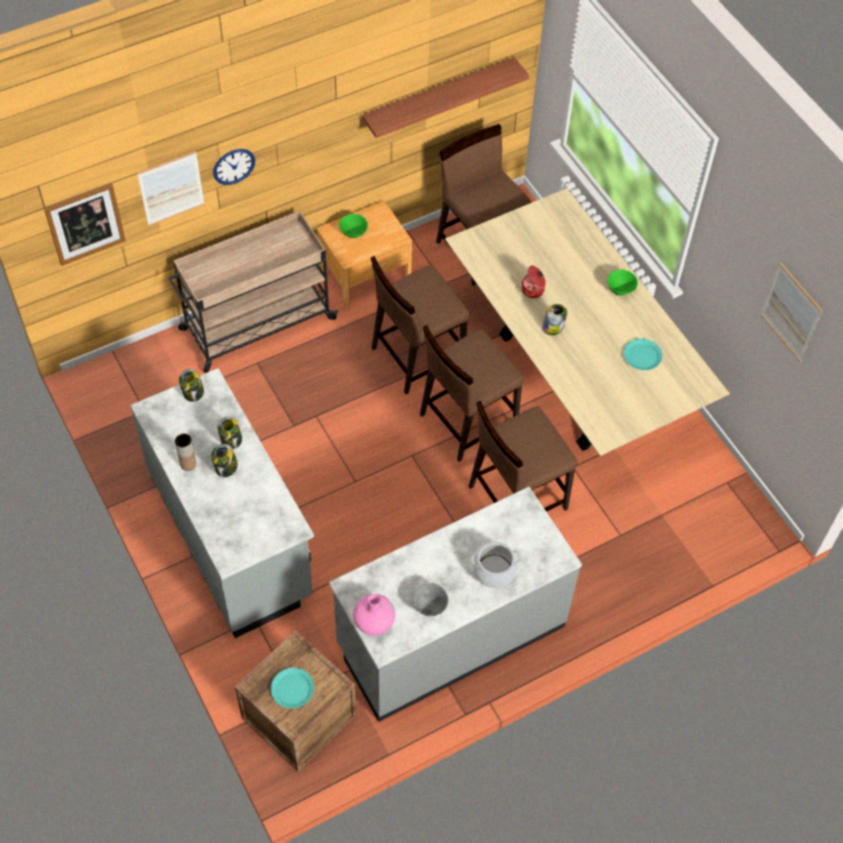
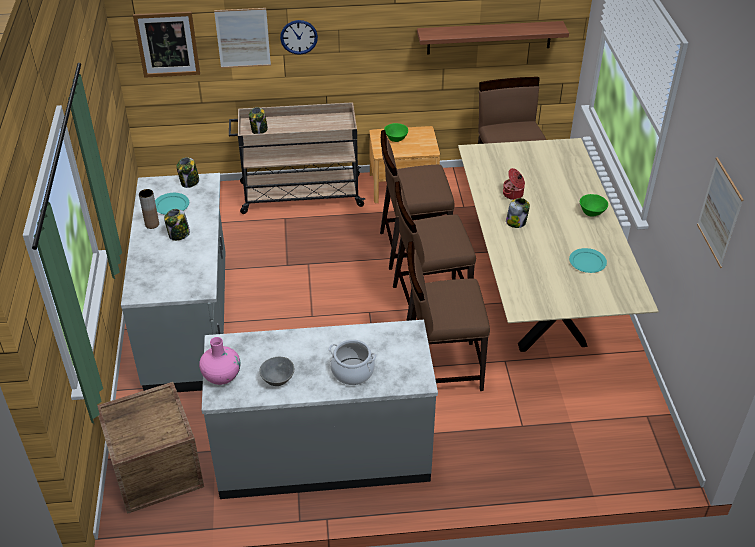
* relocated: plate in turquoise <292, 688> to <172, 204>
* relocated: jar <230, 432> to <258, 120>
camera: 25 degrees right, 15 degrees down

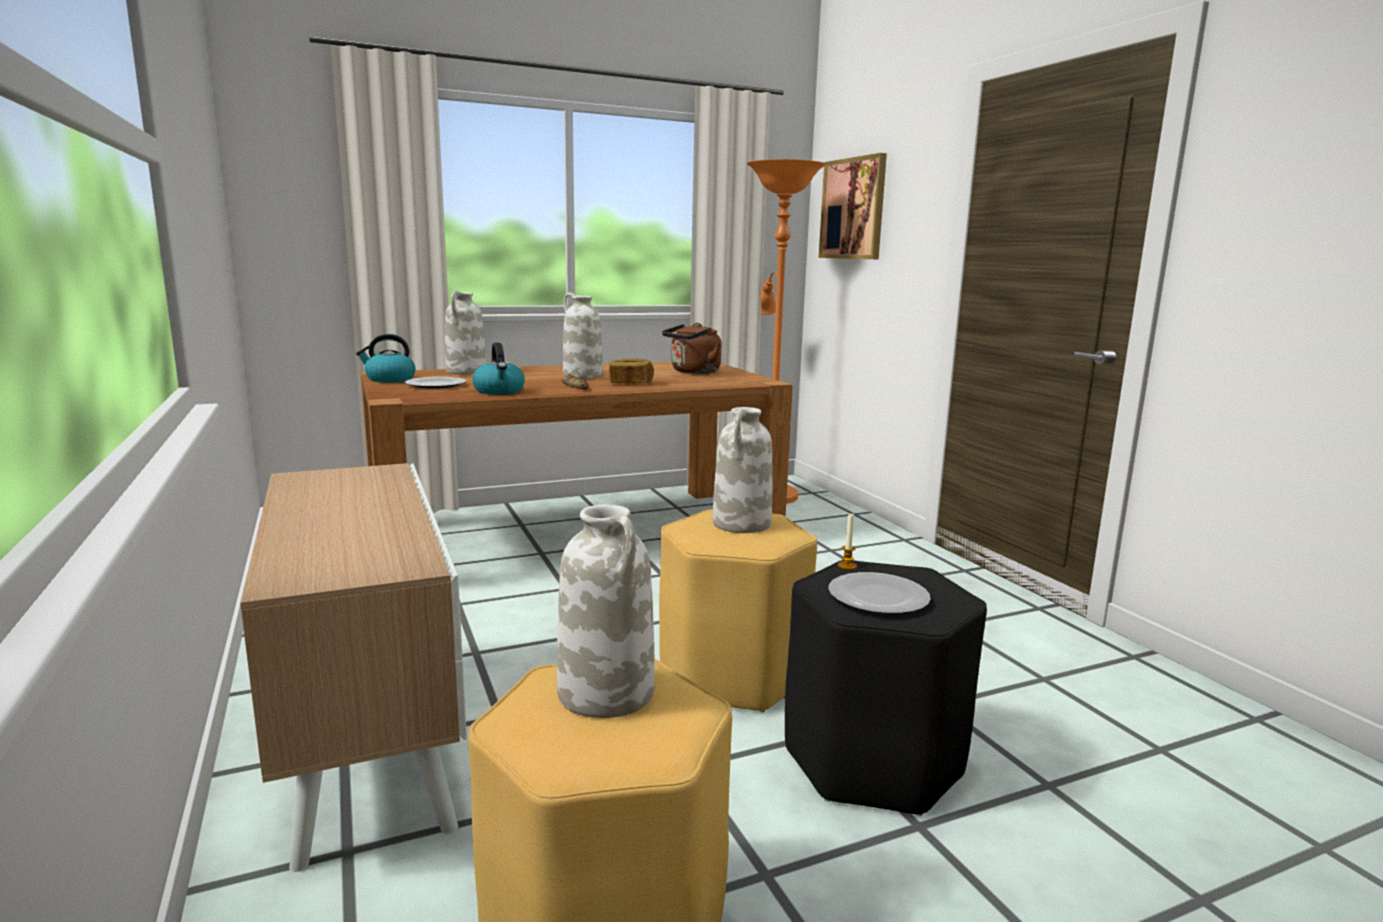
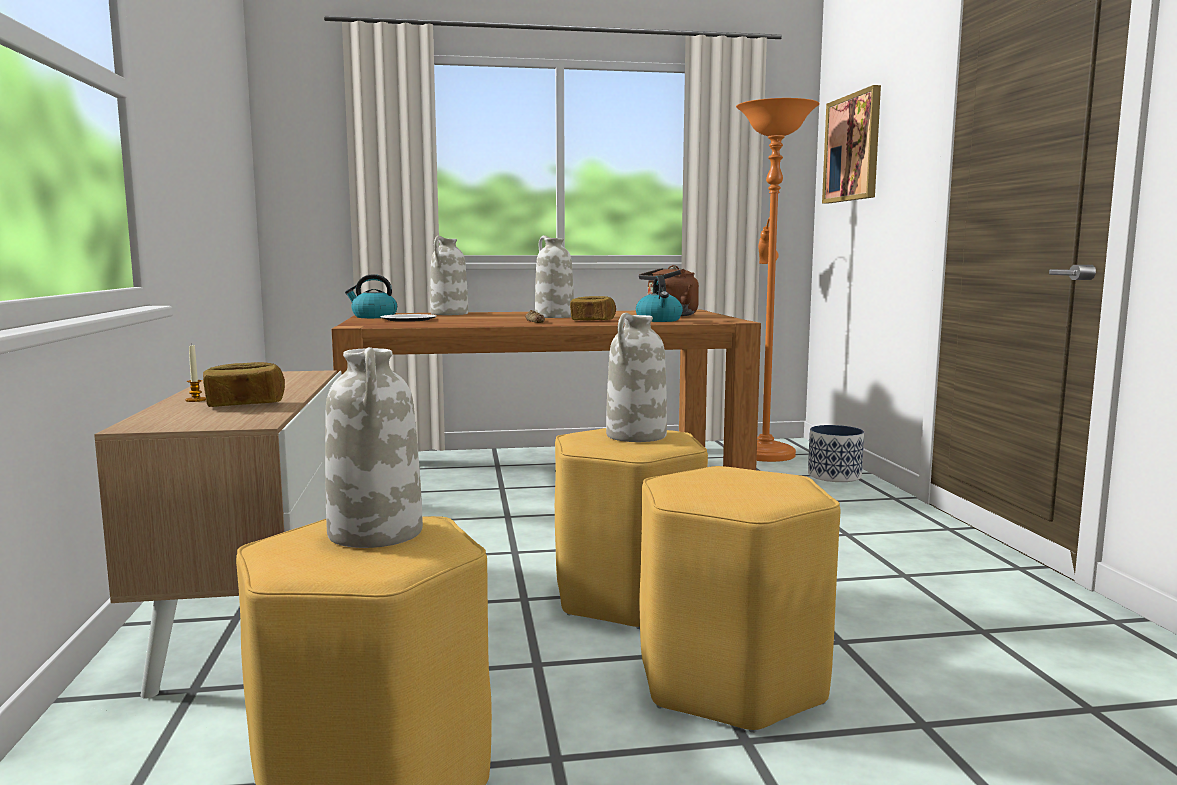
* relocated: candle <847, 542> to <195, 372>
* appeared: bread <244, 384>
* relocated: kettle <498, 369> to <659, 299>
* colour: stool in black <886, 688> to stool in yellow <740, 599>
* appeared: planter <836, 453>
* missing: plate <879, 593>
camera: 15 degrees right, 5 degrees down

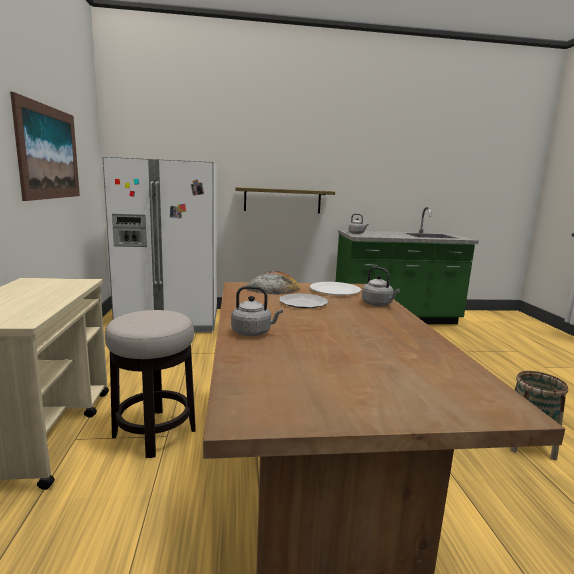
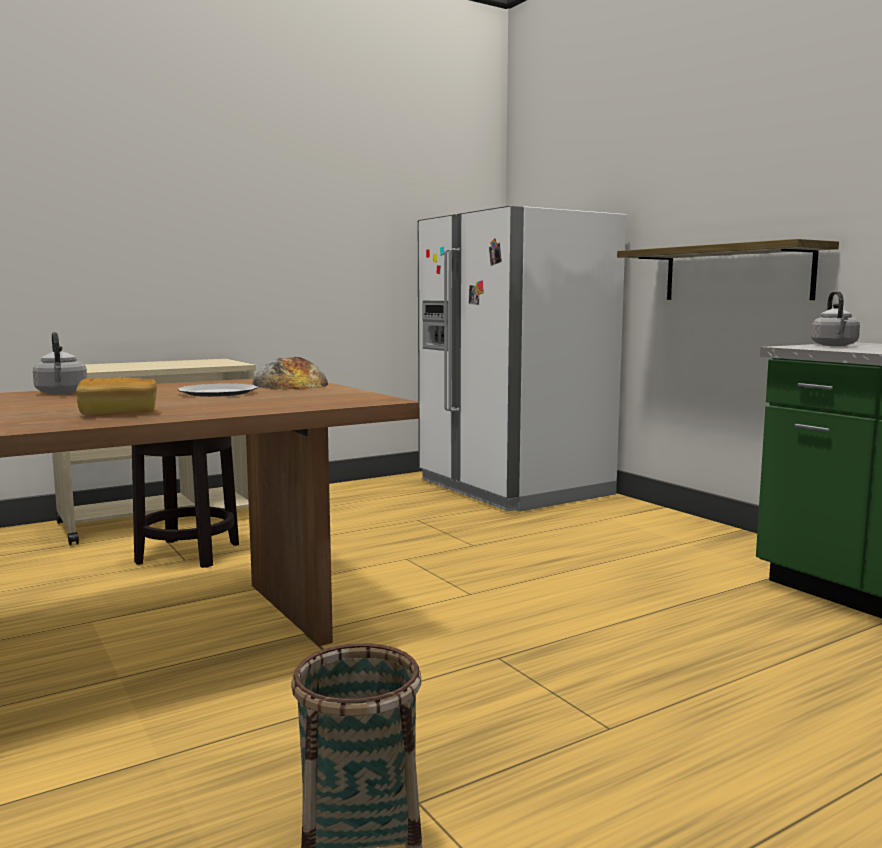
* appeared: bread <116, 396>
* missing: picture <45, 146>
* missing: plate in white <335, 288>
* missing: kettle in grey <381, 286>
camera: 65 degrees right, 5 degrees down

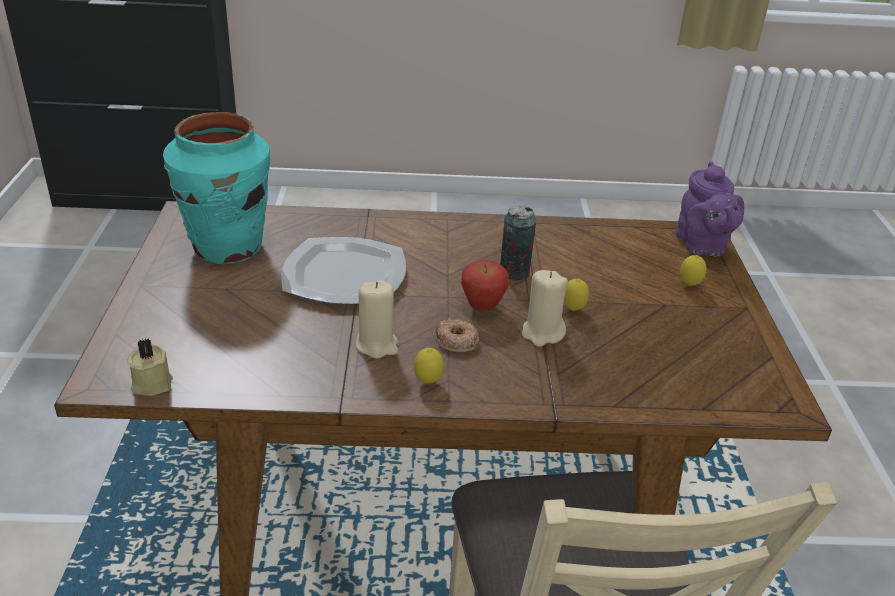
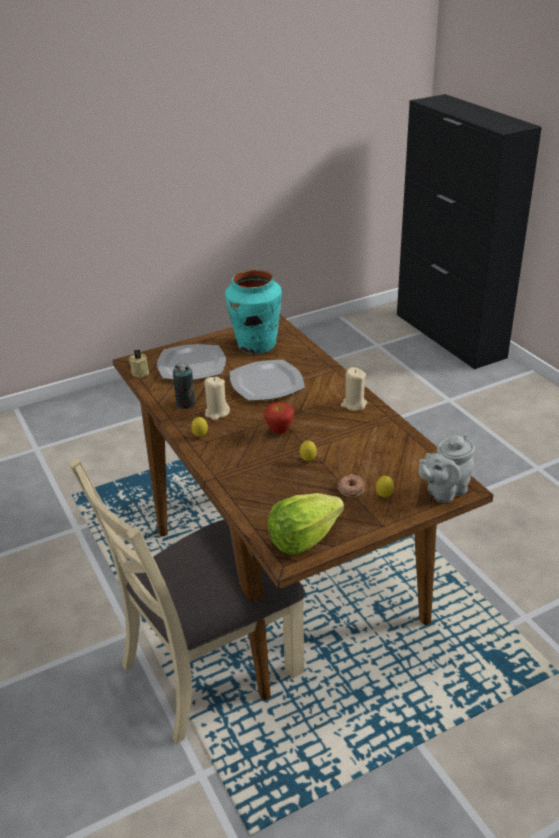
* appeared: plate <191, 362>
* relocated: can <518, 243> to <184, 386>
* appeared: lettuce <306, 524>
* relocated: donut <457, 335> to <351, 486>
* relocated: candle in beige <545, 308> to <354, 389>
* colour: teapot in purple <710, 209> to teapot in grey <447, 468>
camera: 65 degrees right, 0 degrees up

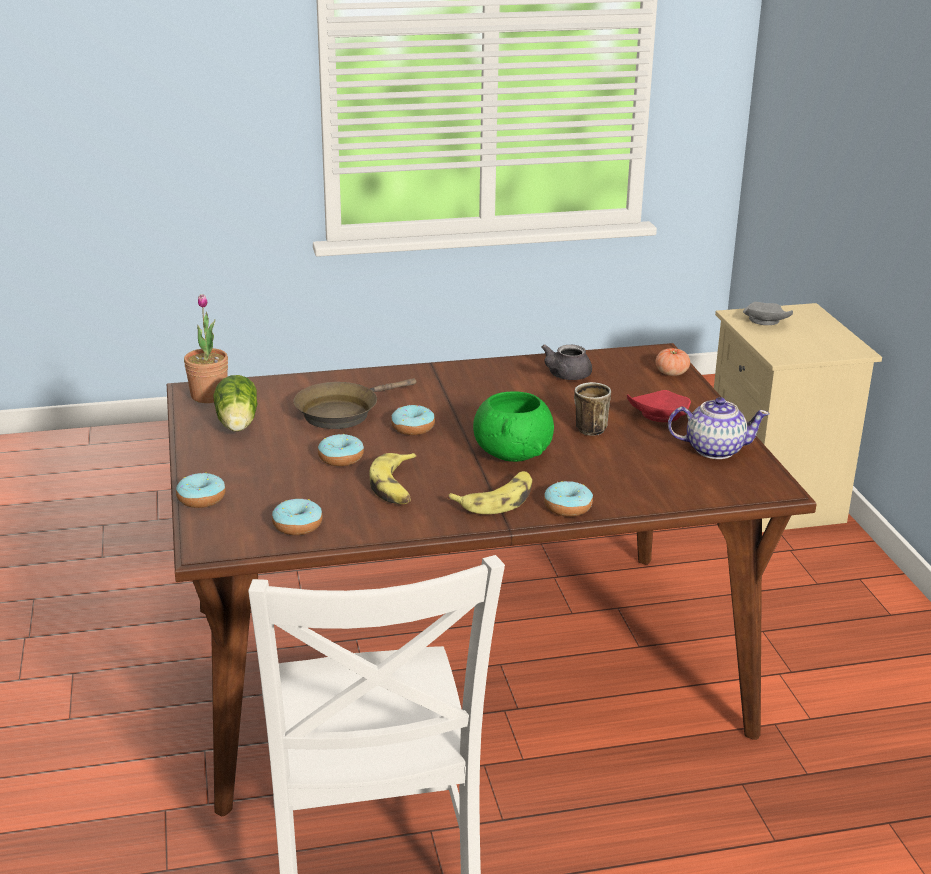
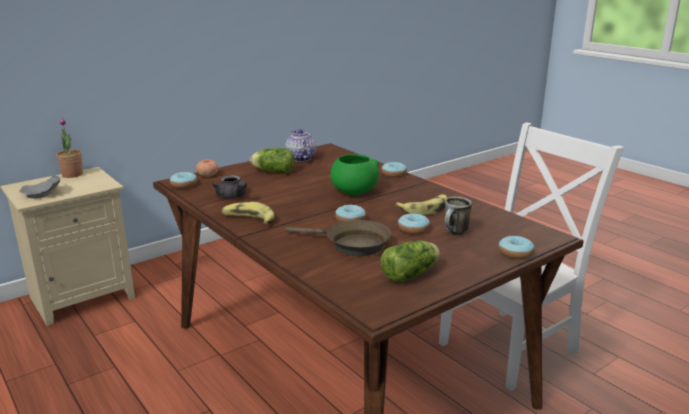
* relocated: potted plant <206, 348> to <69, 148>
* relocated: donut <297, 517> to <183, 180>
* spun: teapot in grey <566, 362> = <229, 187> 45 degrees clockwise
* relocated: banana <490, 492> to <248, 213>
* exchanged: plate in red <659, 406> to lettuce <272, 160>
* relocated: mug <592, 409> to <458, 216>
camera: 115 degrees left, 5 degrees down

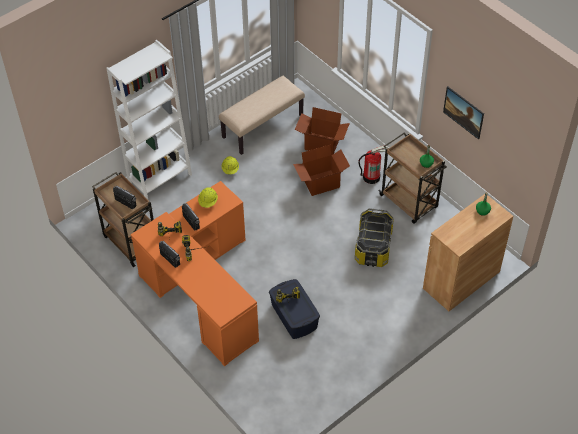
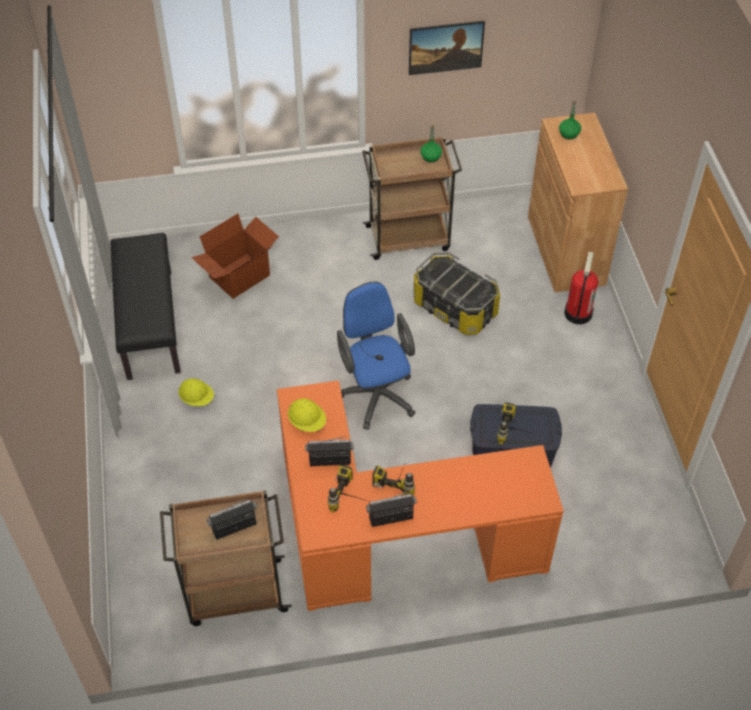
* colour: bench in beige <262, 115> to bench in black <145, 306>
* appeared: office chair in blue <376, 356>
* relocated: fire extinguisher <372, 165> to <581, 288>
* missing: bookcase in white <149, 119>
* missing: cardboard box <321, 170>
camera: 60 degrees left, 0 degrees up

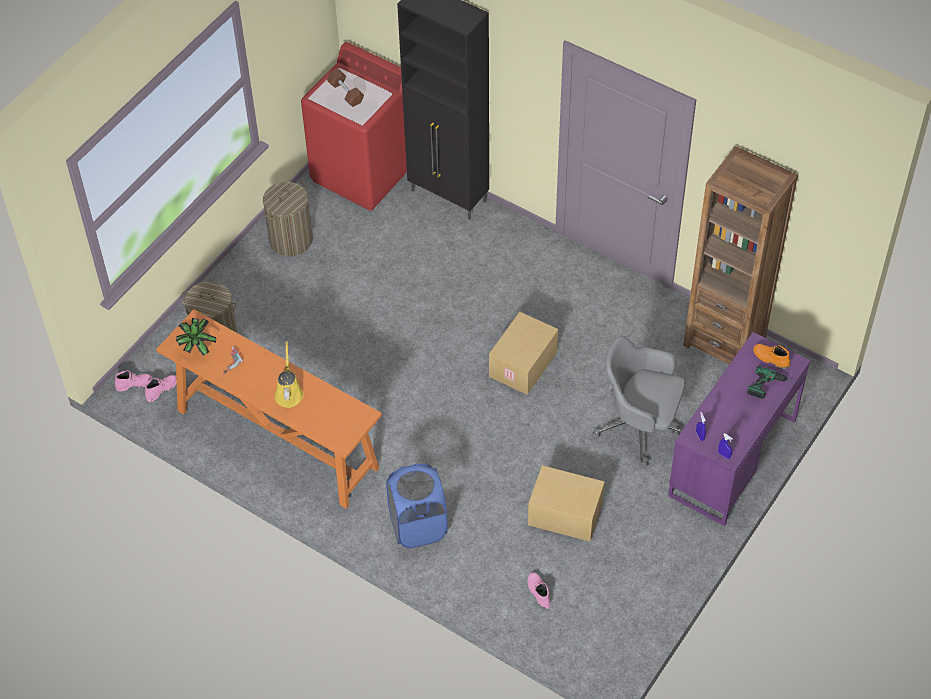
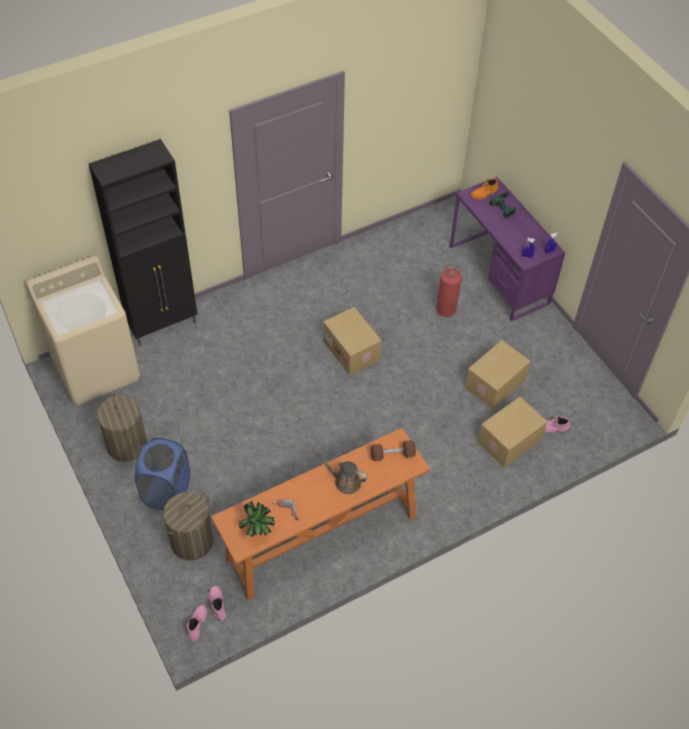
* colour: washing machine in red <354, 126> to washing machine in beige <83, 330>
* relocated: laundry basket in blue <417, 506> to <162, 474>
* colour: watering can in yellow <289, 374> to watering can in brown <341, 472>
* relocated: dumbbell in brown <345, 88> to <393, 450>
* exchanged: office chair in grey <638, 402> to fire extinguisher <449, 290>
* appeared: cardboard box <512, 432>
* missing: bookcase in brown <740, 255>
camera: 65 degrees left, 0 degrees up

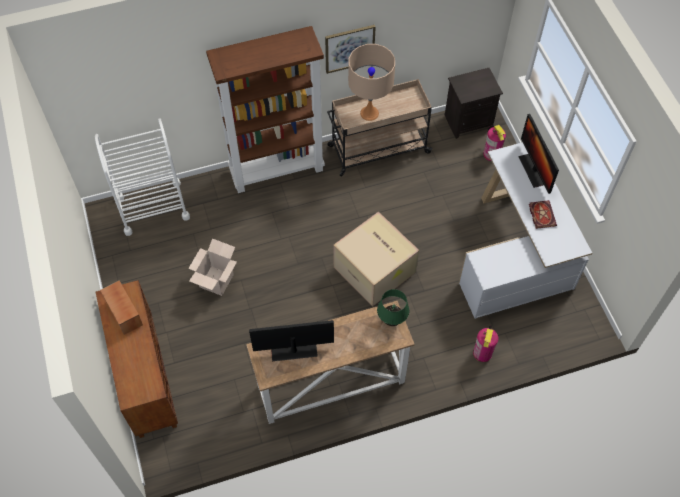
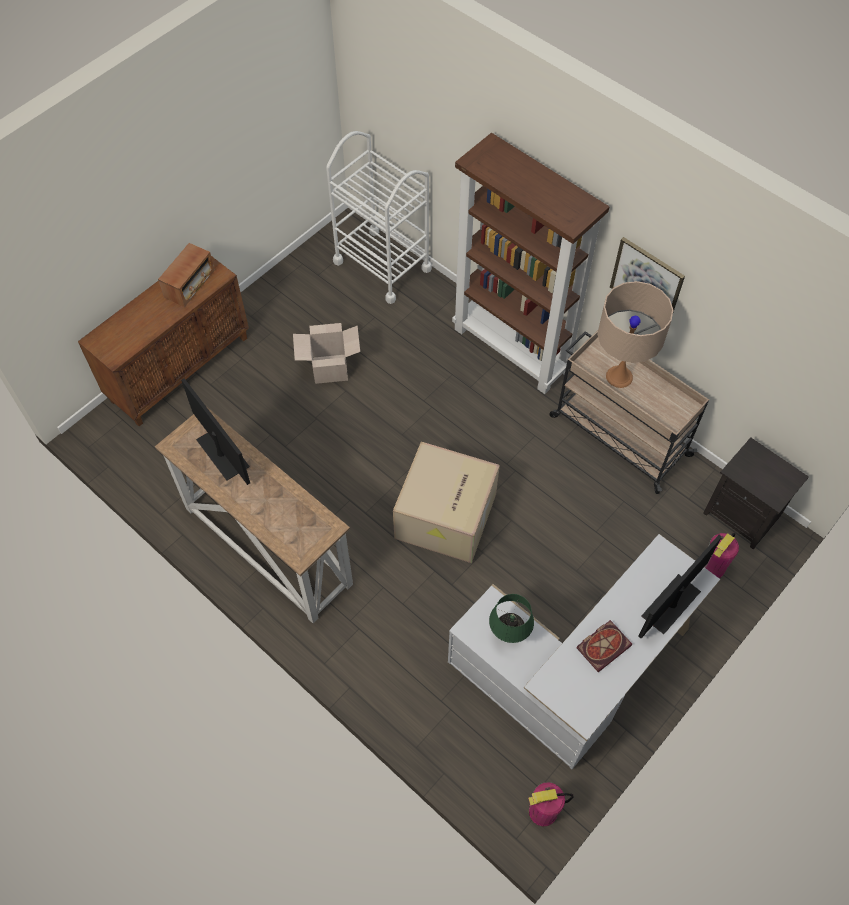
* relocated: table lamp in green <393, 307> to <511, 618>
* relocated: fire extinguisher <485, 343> to <551, 804>
camera: 60 degrees right, 0 degrees up

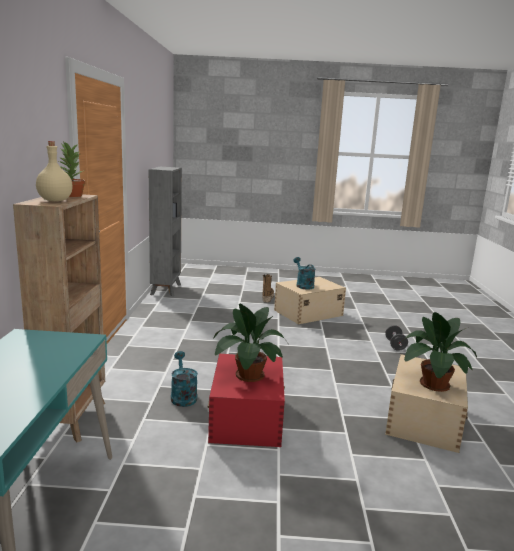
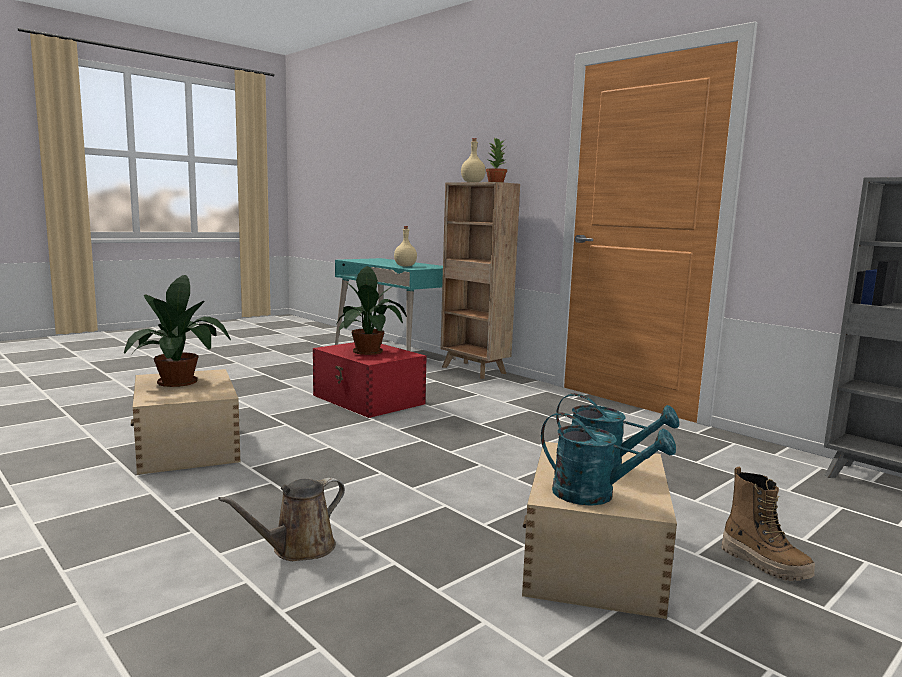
* exchanged: dumbbell in black <396, 338> to watering can in brown <281, 519>
* appeared: bottle in beige <405, 246>
* relocated: watering can in turquoise <184, 379> to <608, 459>
camera: 135 degrees right, 5 degrees down

